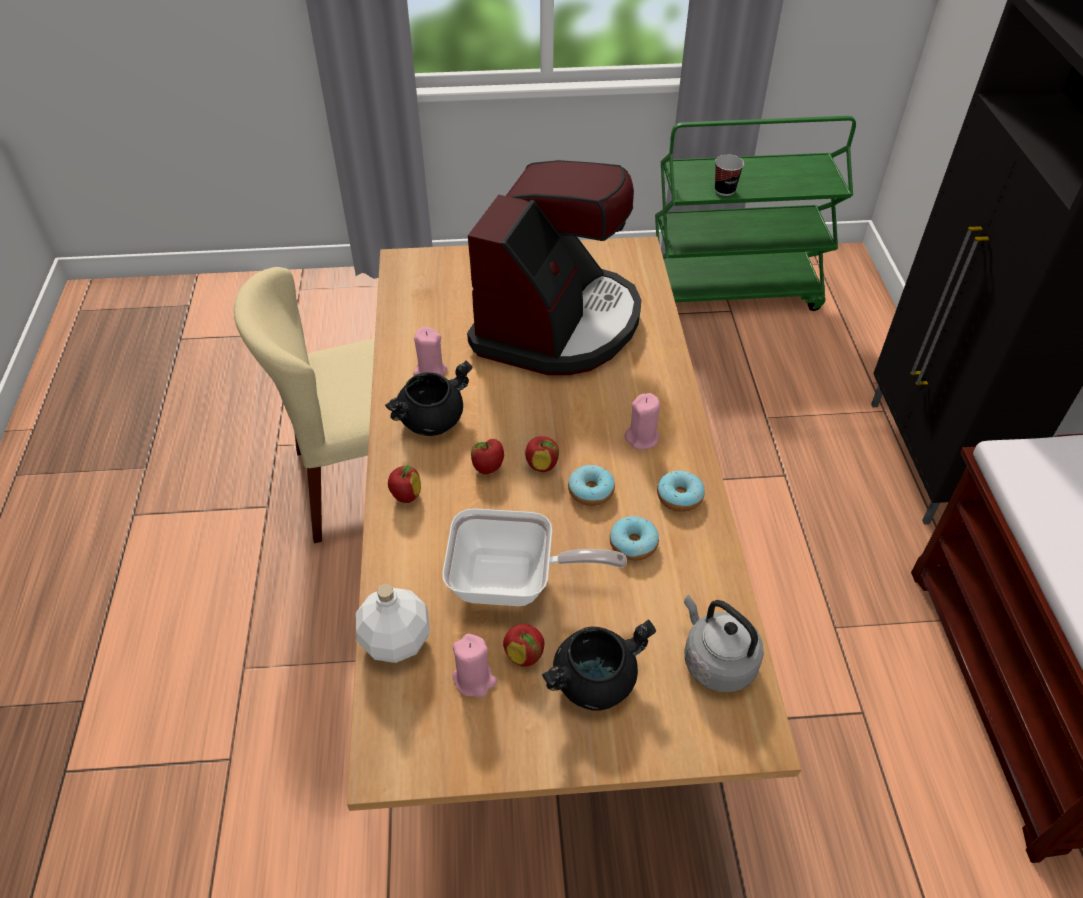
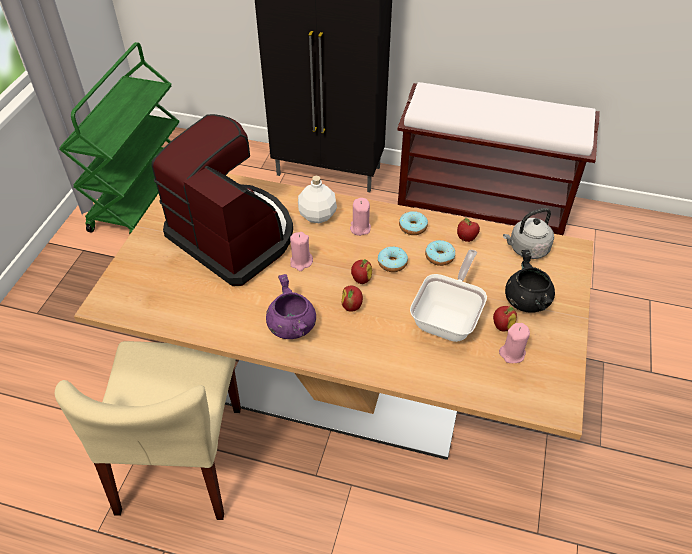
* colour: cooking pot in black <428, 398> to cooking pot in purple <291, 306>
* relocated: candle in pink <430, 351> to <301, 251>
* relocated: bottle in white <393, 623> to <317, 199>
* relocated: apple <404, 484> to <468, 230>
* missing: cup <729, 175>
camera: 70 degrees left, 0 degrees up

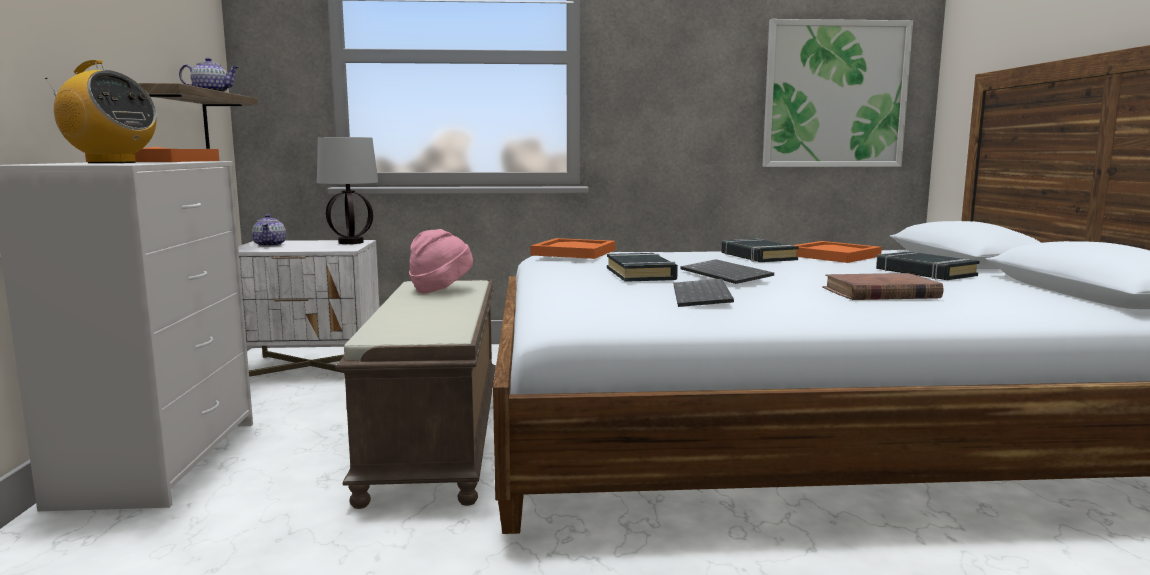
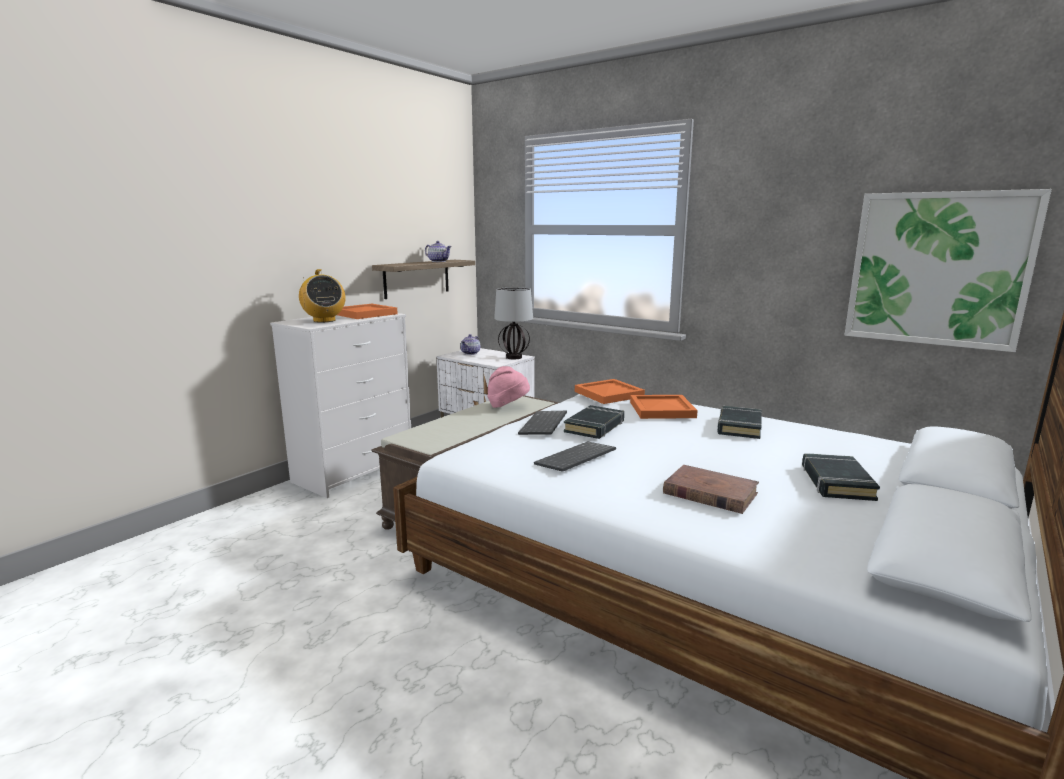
* relocated: keyboard <727, 272> to <542, 423>
* relocated: tray in orange <837, 252> to <664, 407>
camera: 40 degrees right, 5 degrees up

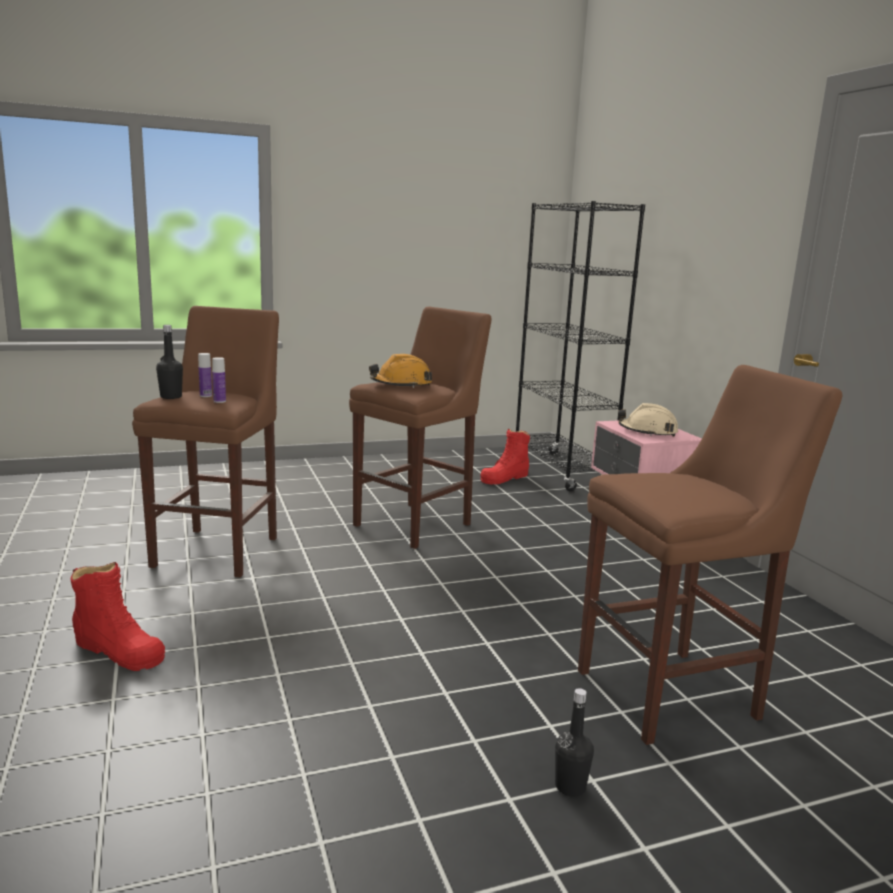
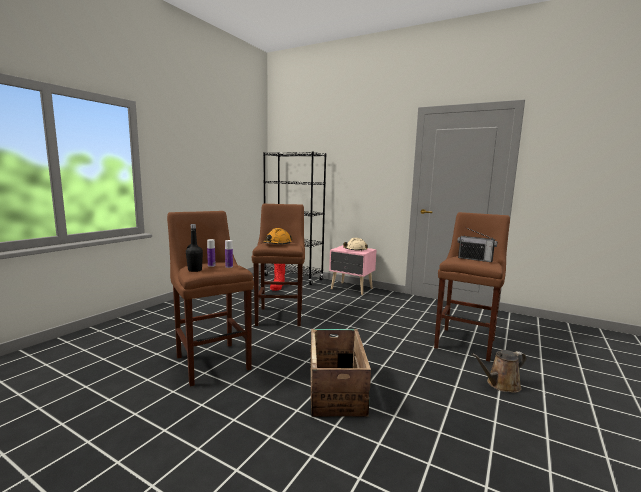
* appeared: crate <340, 373>
* appeared: radio <477, 244>
* exchanged: bottle in black <574, 742> to watering can in brown <499, 371>
* missing: boot in red <117, 616>
camera: 40 degrees left, 5 degrees down

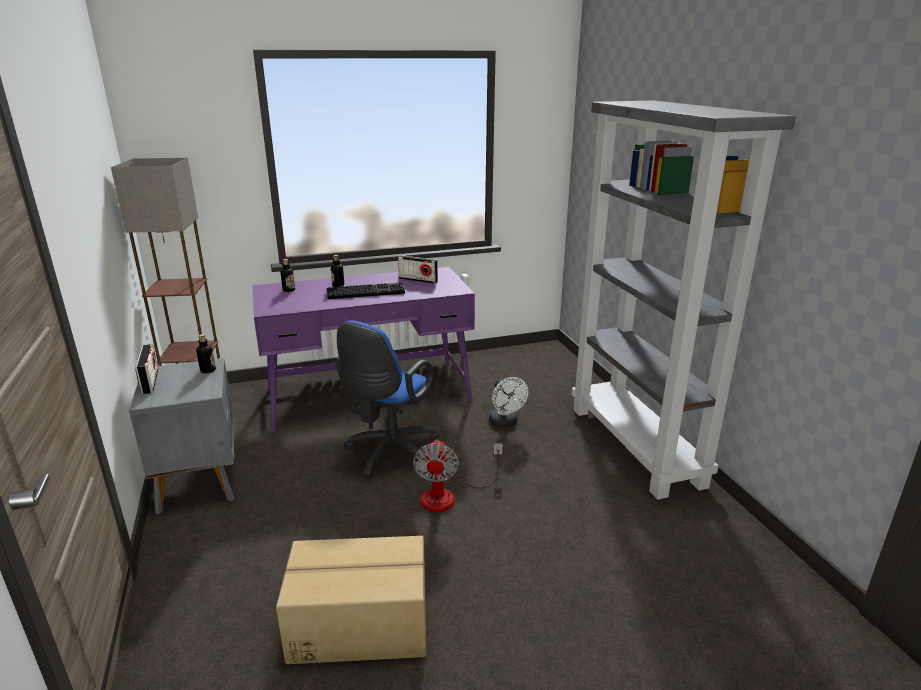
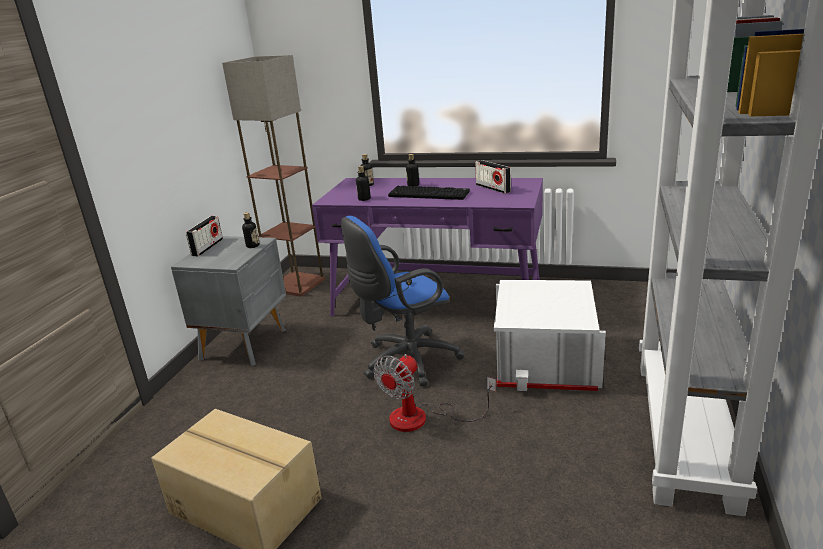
* appeared: bottle <363, 183>
* exchanged: fan in white <508, 402> to storage box in white <550, 335>
camera: 35 degrees right, 0 degrees up

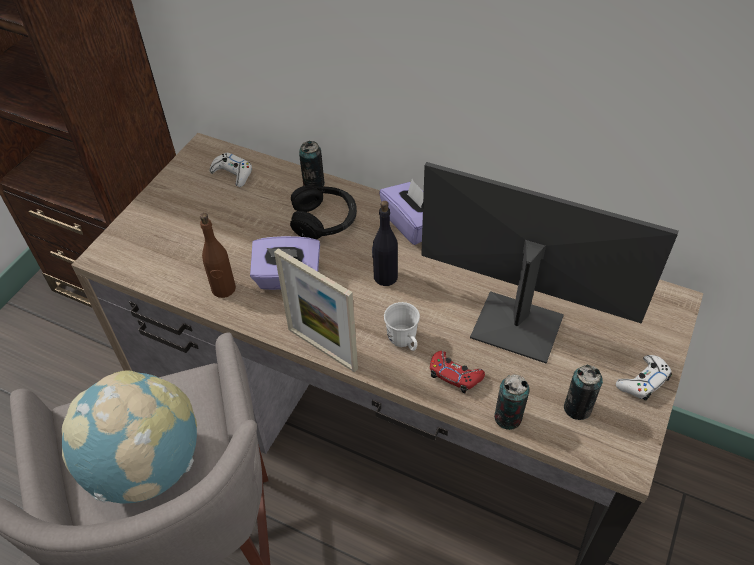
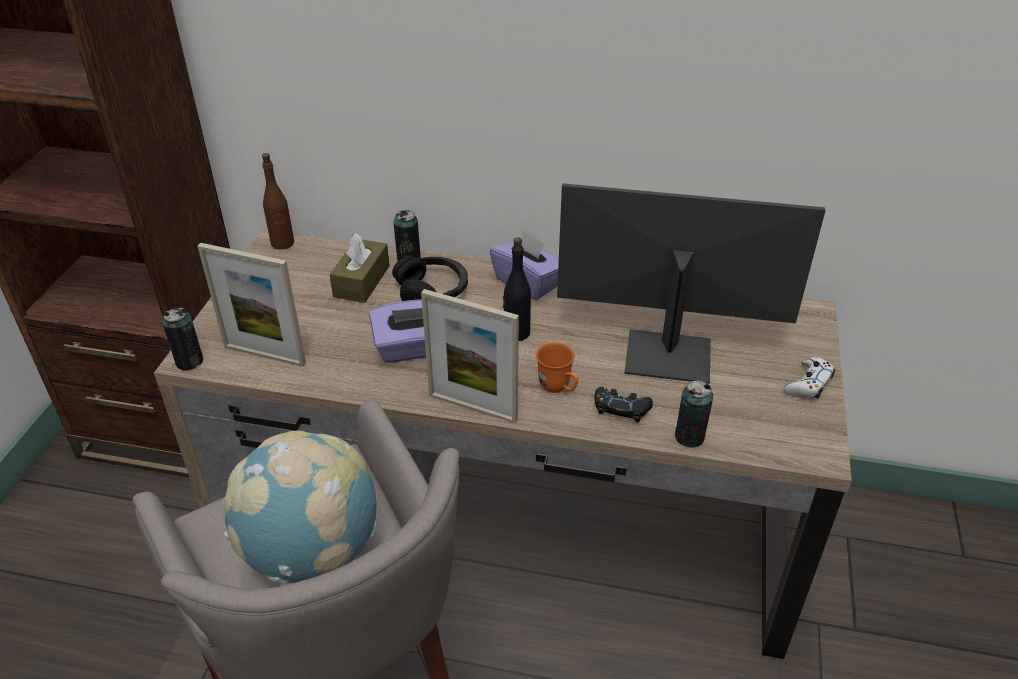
* relocated: can <583, 392> to <182, 339>
* appeared: picture frame <252, 305>
* relocated: bottle in brown <218, 255> to <278, 201>
* appeared: tissue box in brown <359, 268>
* colour: mug in white <402, 326> to mug in orange <557, 367>
* colour: game controller in red <457, 372> to game controller in black <623, 404>
* missing: game controller in white <231, 170>
camera: 15 degrees left, 10 degrees down

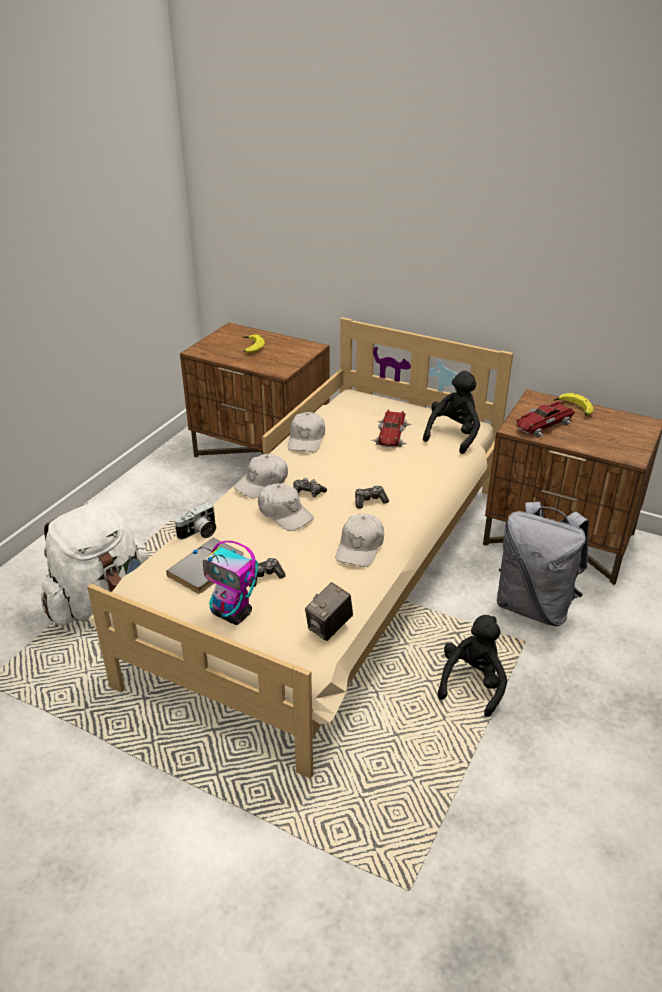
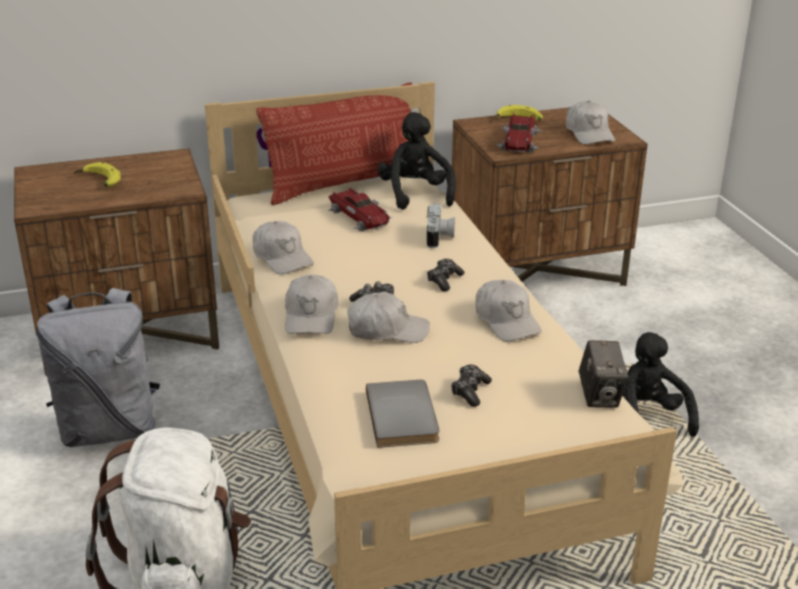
* relocated: backpack in grey <543, 564> to <98, 367>
* appeared: pillow <334, 143>
* relocated: photo camera <195, 521> to <441, 226>
* appeared: cap in white <590, 123>
* missing: toy robot <225, 583>
camera: 45 degrees left, 5 degrees down

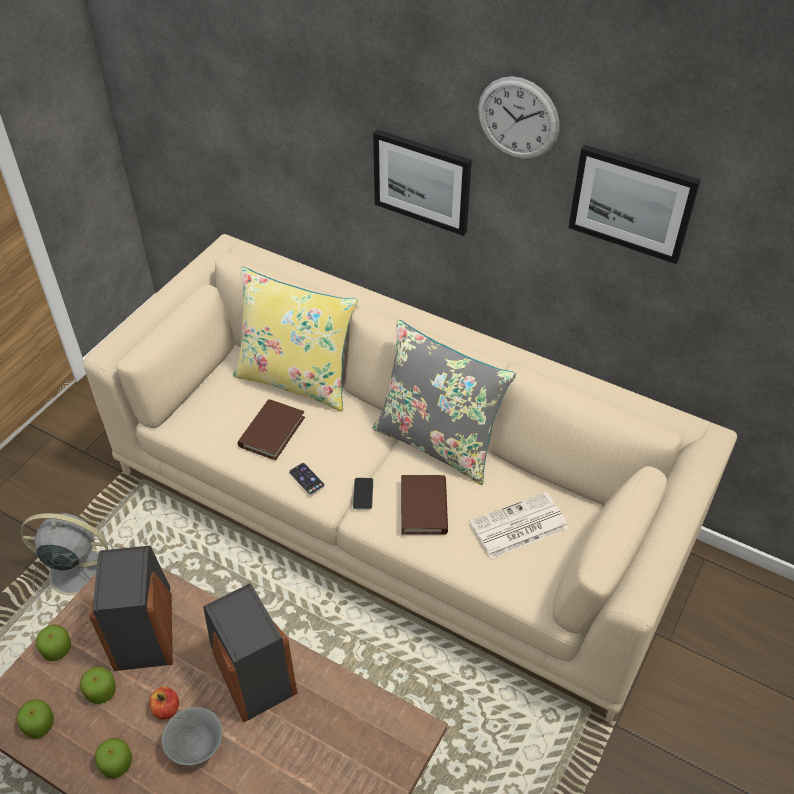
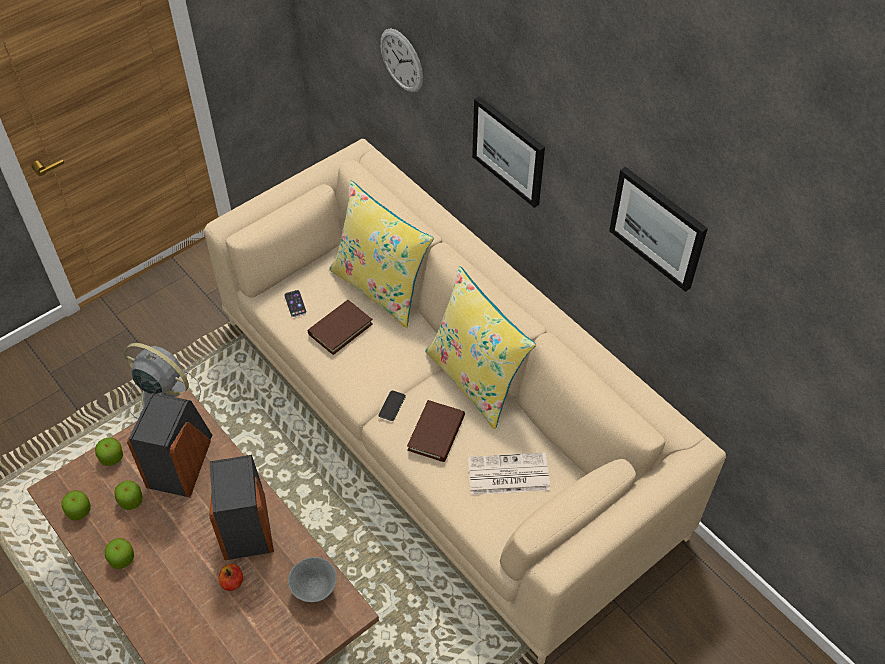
* relocated: apple <164, 703> to <231, 577>
* relocated: phone <307, 479> to <295, 303>
* relocated: bowl in grey <192, 736> to <312, 580>
* relocated: wall clock <518, 117> to <401, 60>
* colour: pillow in grey <444, 402> to pillow in yellow <480, 347>
camera: 20 degrees right, 5 degrees up

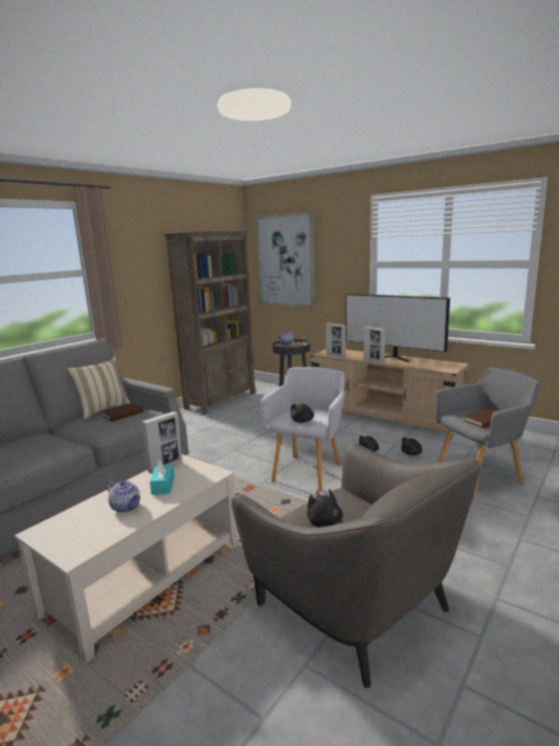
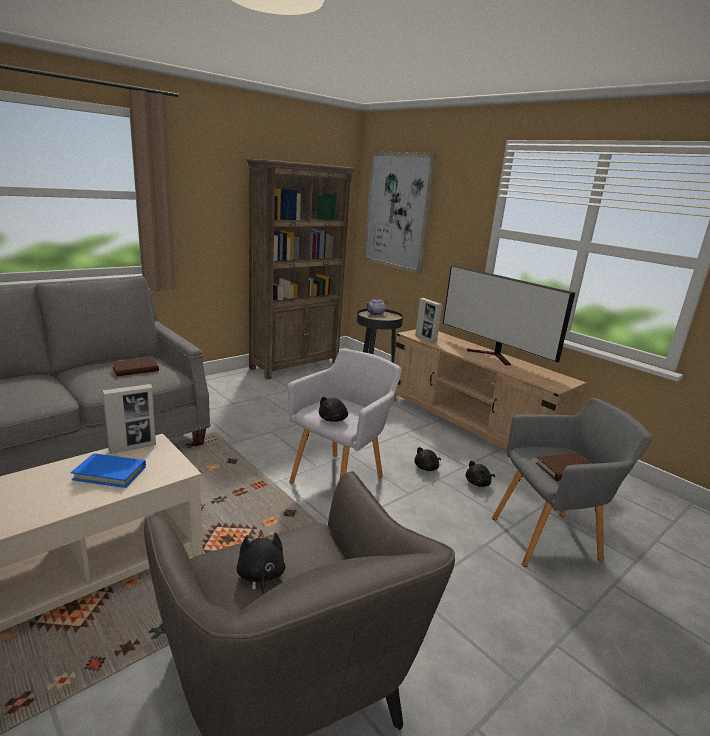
* exchanged: tissue box in turquoise <162, 477> to book in blue <108, 470>
* missing: pillow in beige <98, 388>
* missing: teapot <123, 496>
* missing: picture frame <375, 344>
camera: 10 degrees right, 5 degrees up

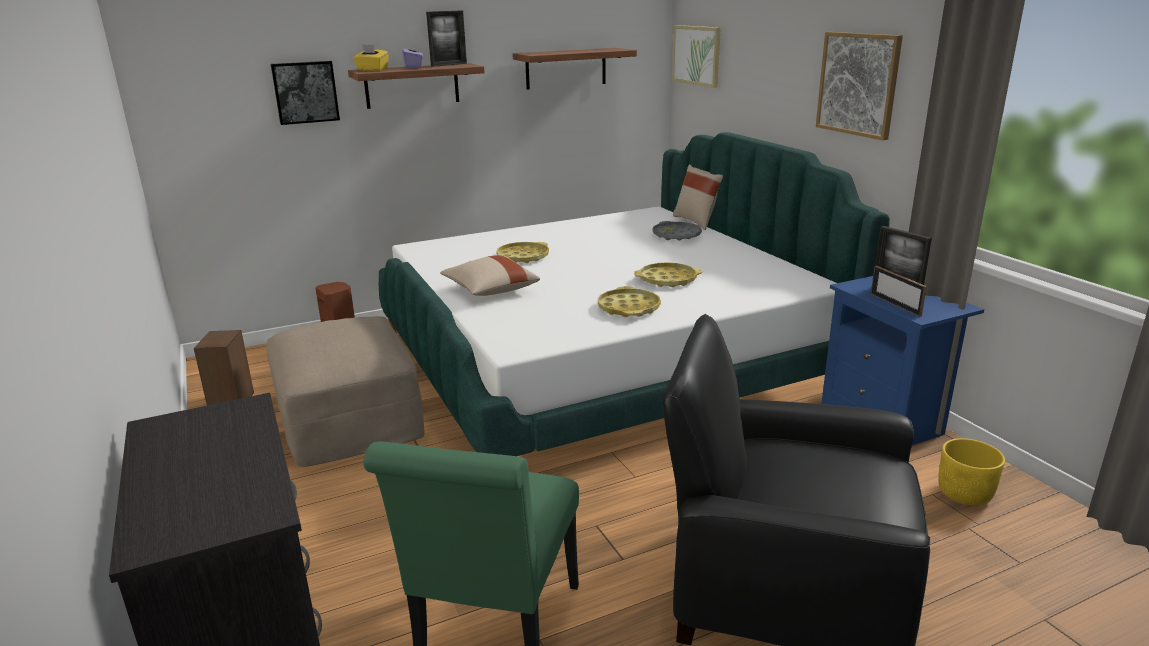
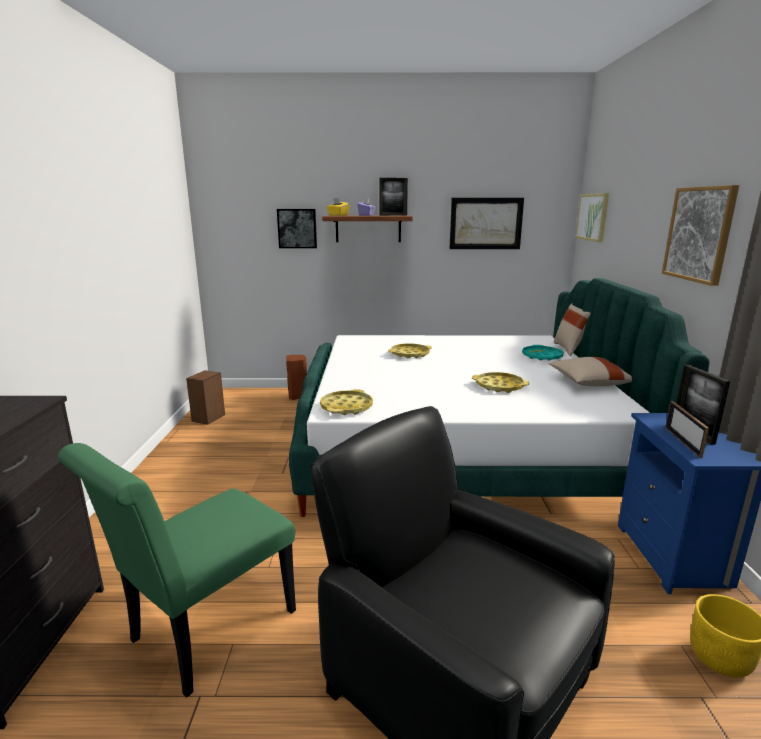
* relocated: tray in yellow <629, 301> to <346, 402>
* exchanged: shelf <575, 69> to picture <486, 223>
* colour: tray in grey <677, 231> to tray in turquoise <543, 353>
* relocated: pillow in beige <490, 275> to <590, 371>
* missing: ottoman in beige <346, 391>
camera: 25 degrees right, 5 degrees down

